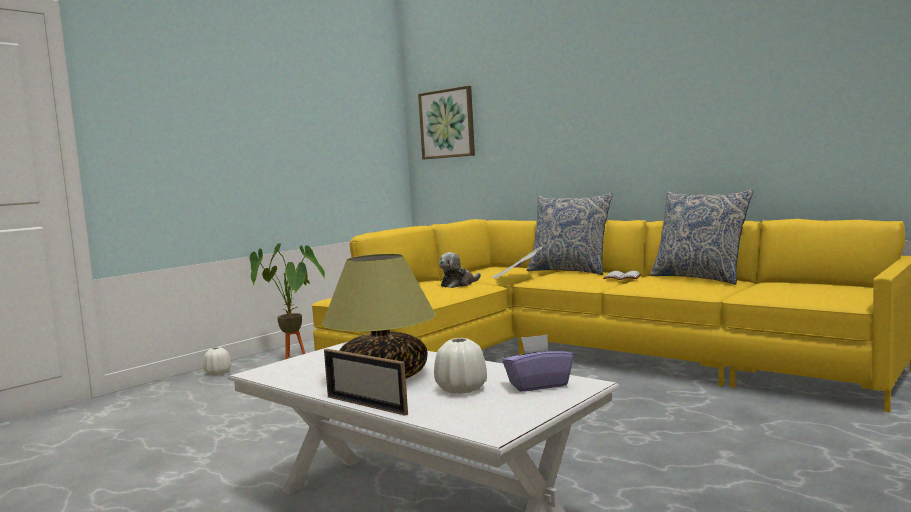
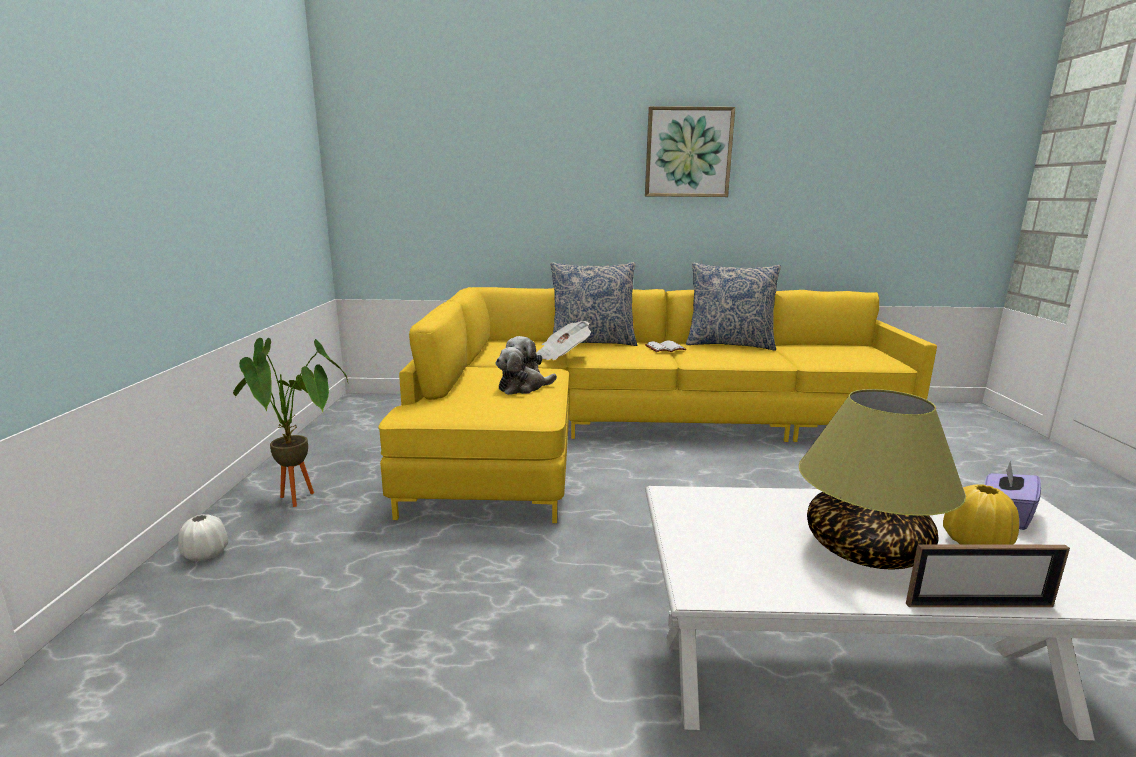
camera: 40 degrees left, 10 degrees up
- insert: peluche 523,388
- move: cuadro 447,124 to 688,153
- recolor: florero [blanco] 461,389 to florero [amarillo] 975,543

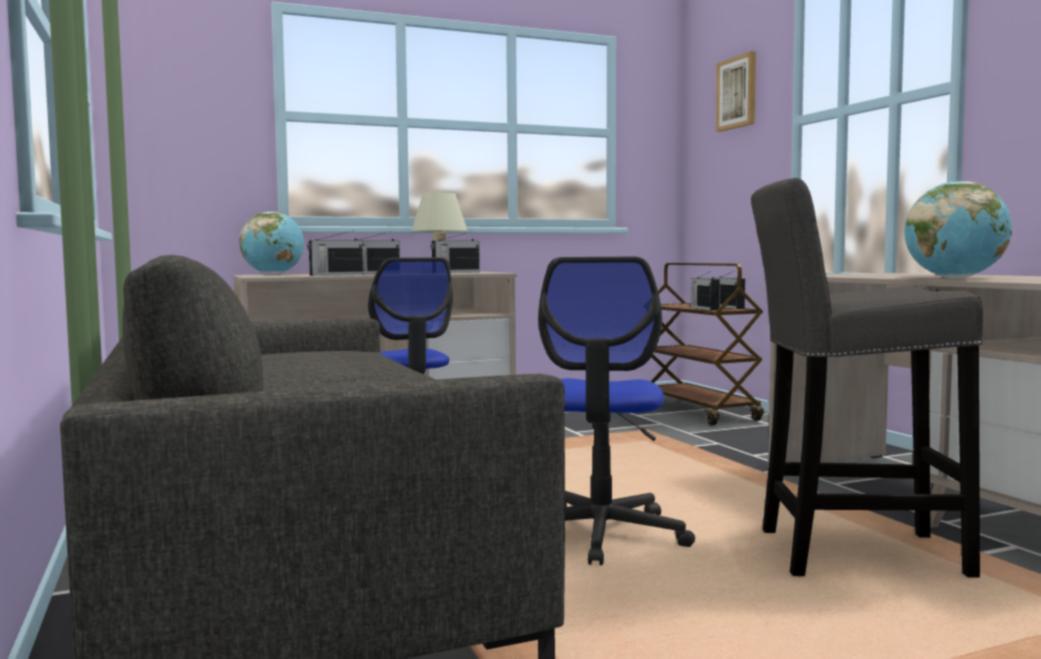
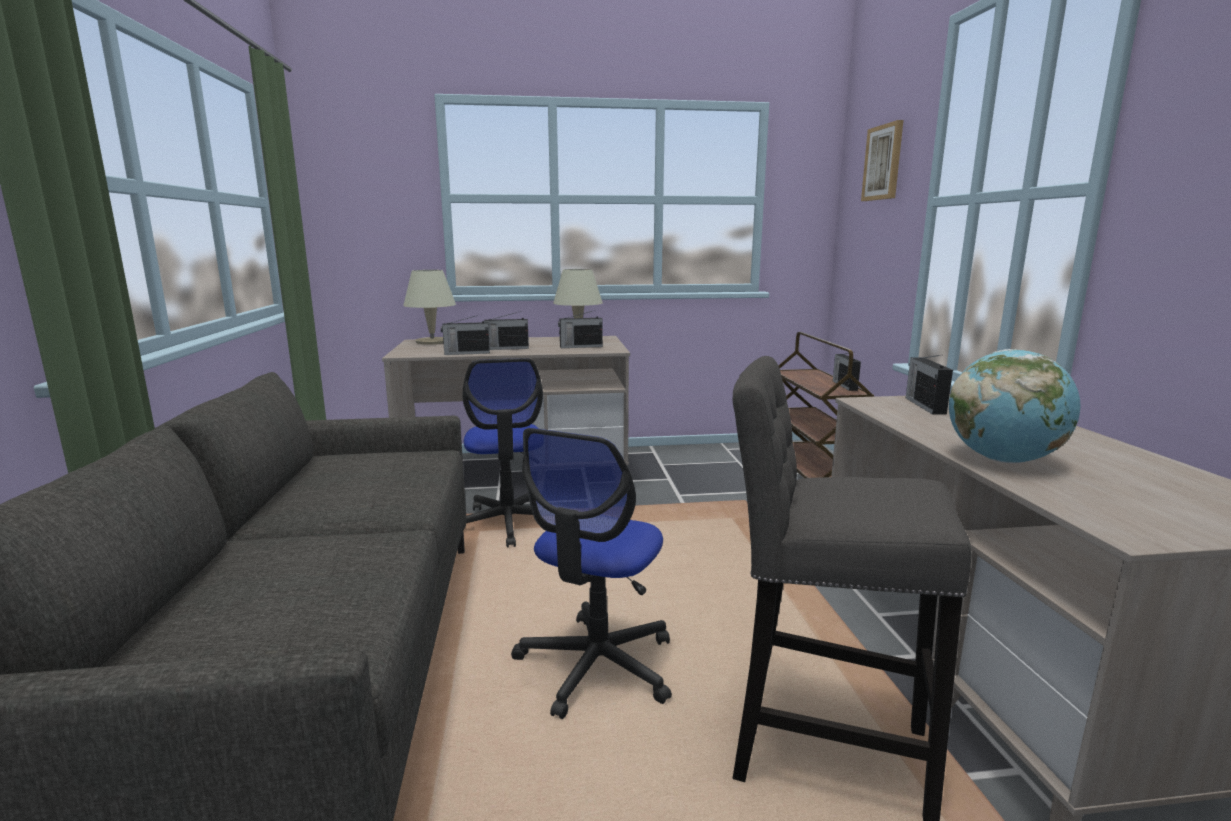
camera: 15 degrees right, 10 degrees up
- replace: globo terráqueo 273,274 to lámpara de mesa [beis] 433,342
- move: radio 704,308 to 924,405

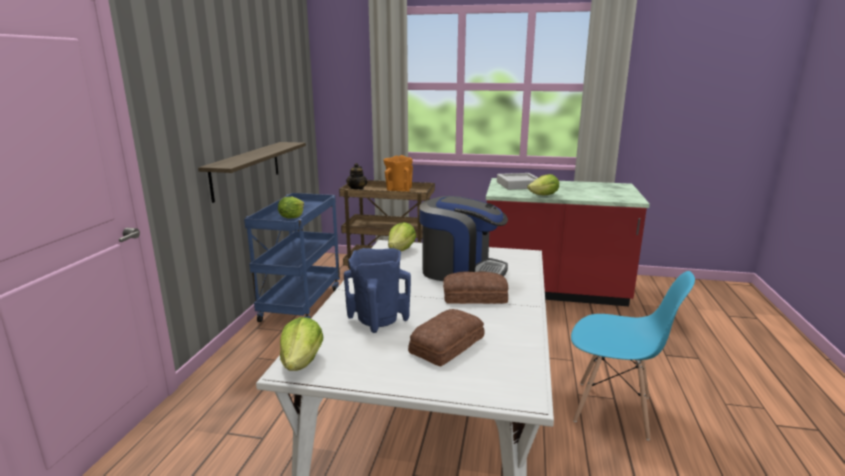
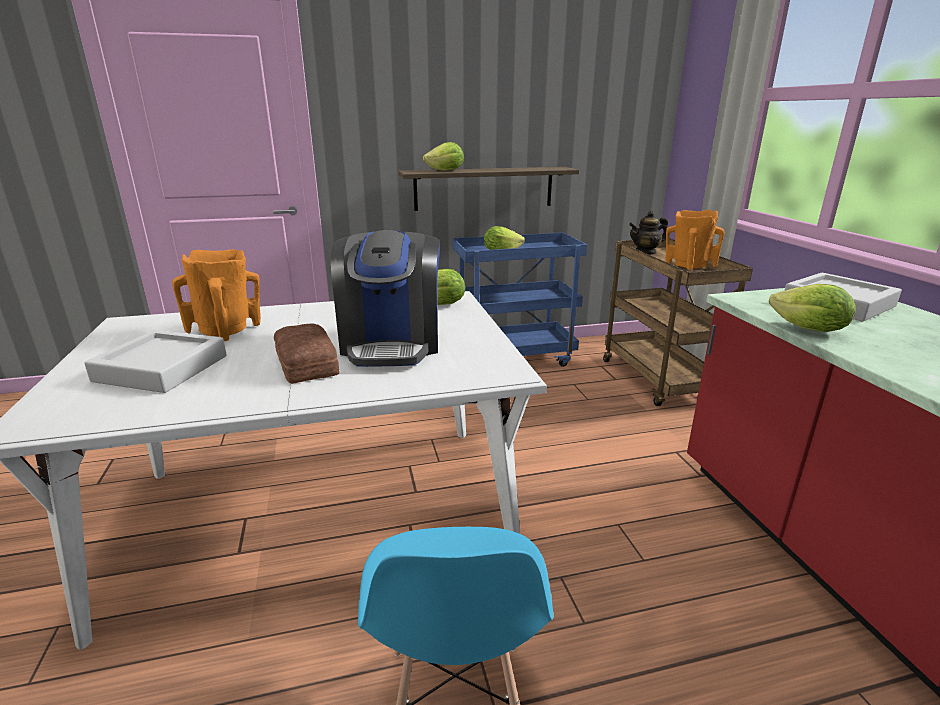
camera: 65 degrees right, 5 degrees up
- replace: pan 445,345 to bandeja [gris] 162,368
- recolor: florero [azul] 378,319 to florero [naranja] 227,330
- move: lechuga 302,362 to 446,171

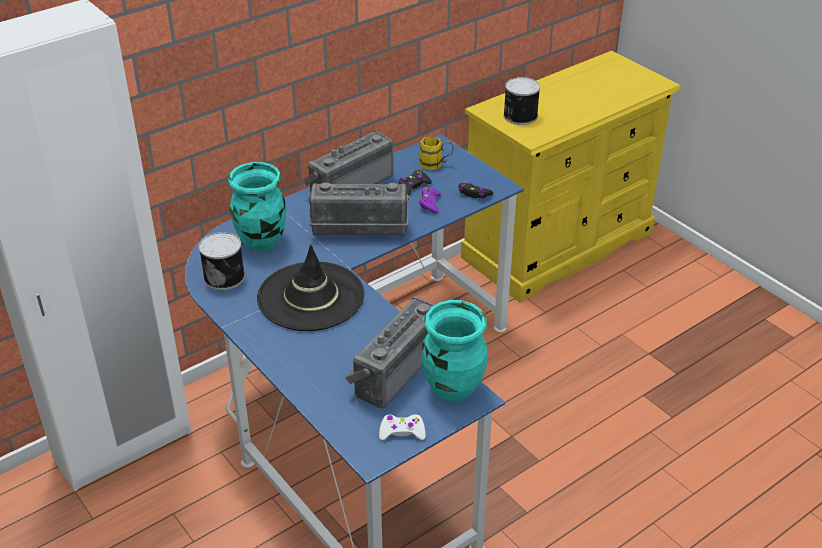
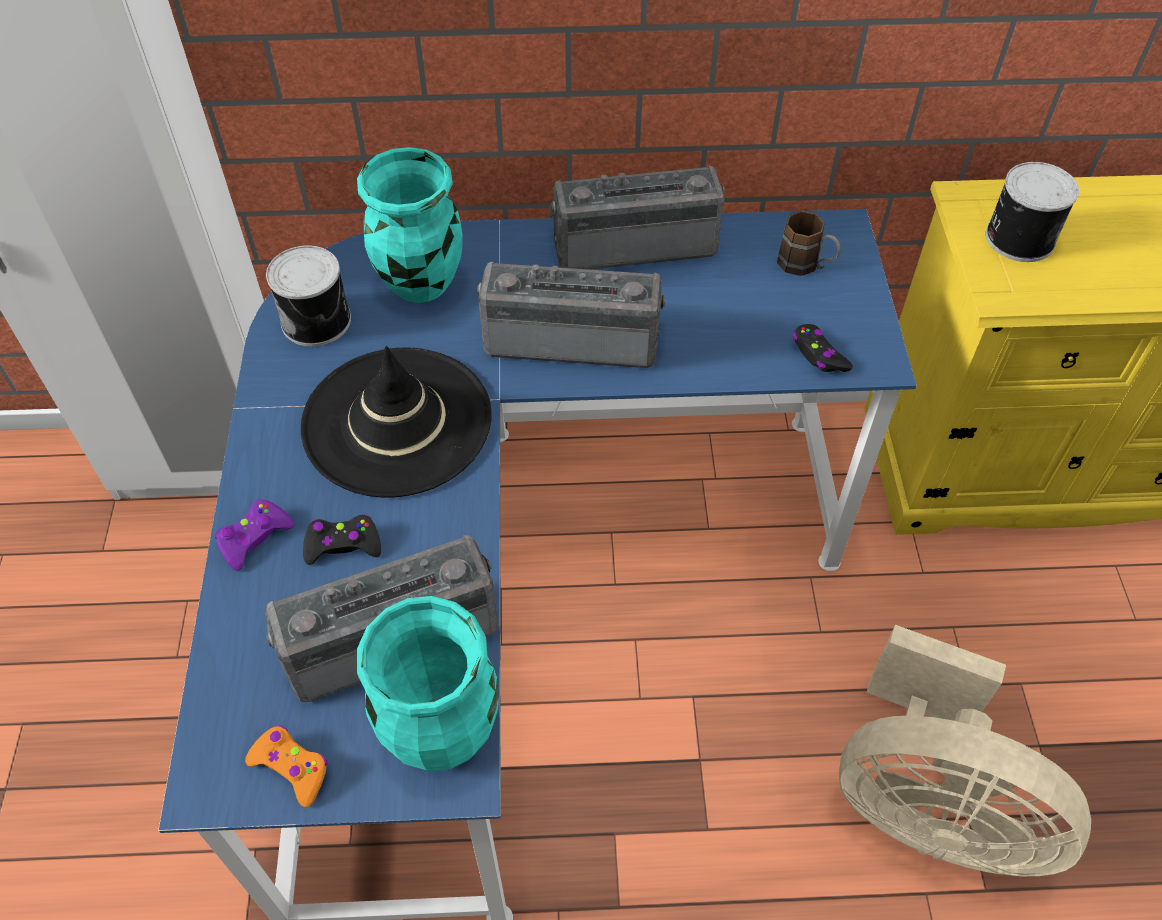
camera: 35 degrees right, 15 degrees up
- move: mando de consola [morado] 430,203 to 254,538
- recolor: mando de consola [blanco] 402,432 to mando de consola [naranja] 291,767
- move: mando de consola [negro] 413,186 to 343,545
- rotate: radio 359,232 = 572,337 150 degrees clockwise
- recolor: taza grande [amarillo] 436,164 to taza grande [marrón] 806,266
- insert: ventilador [beis] 928,807

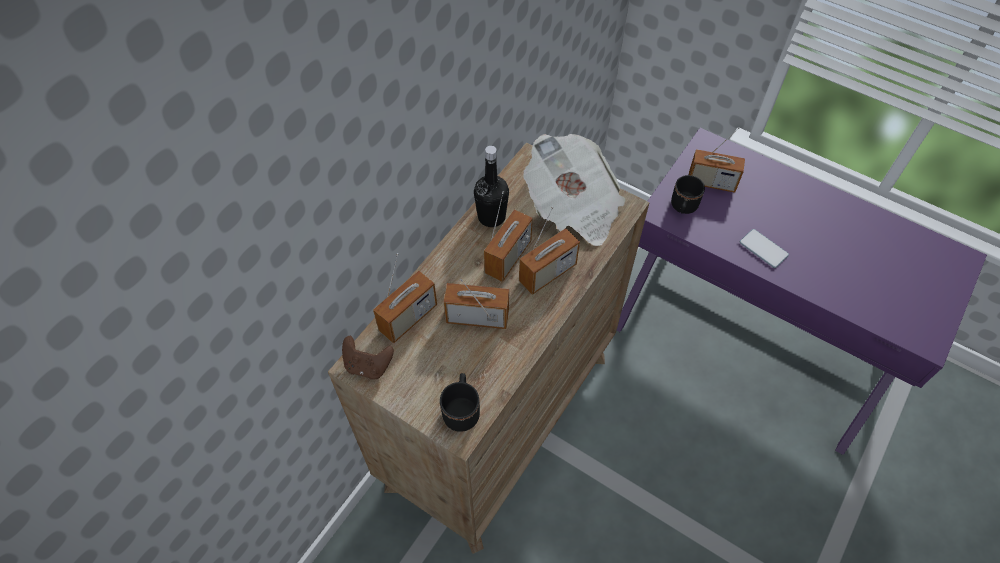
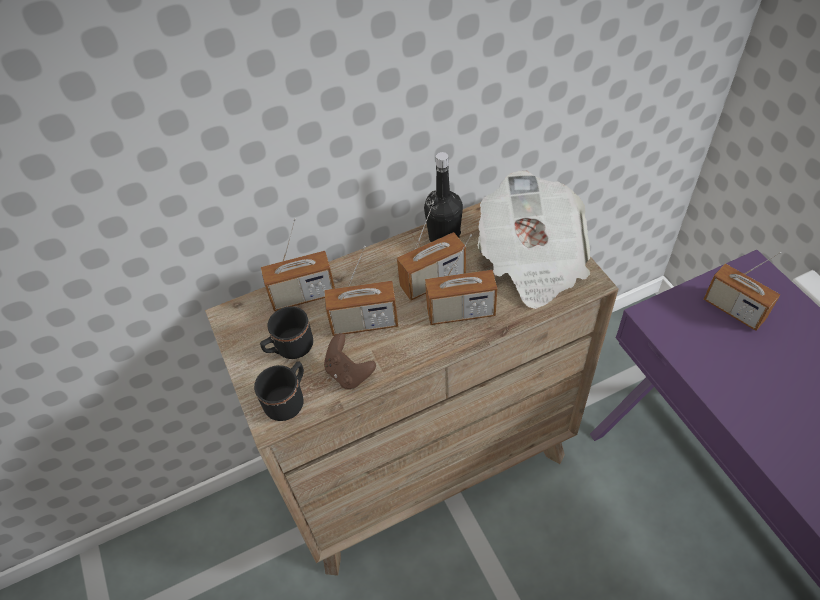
camera: 35 degrees right, 5 degrees down
- move: taza grande [negro] 683,208 to 289,348
- rotate: radio 477,317 = 364,323 135 degrees clockwise
- move: mando de consola [marrón] 368,366 to 349,373
- delete: móvil 763,249

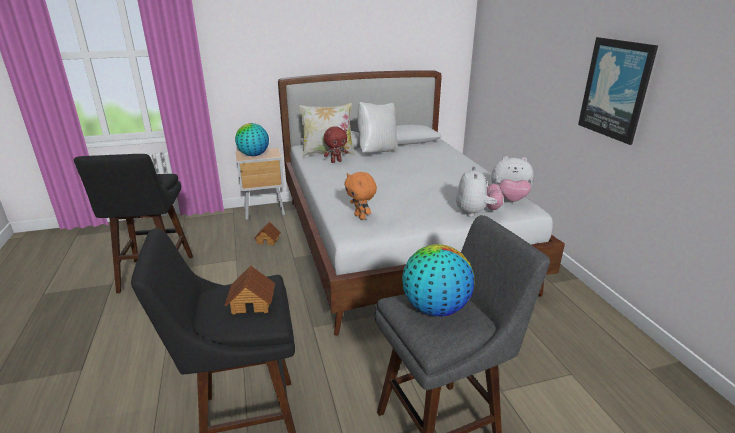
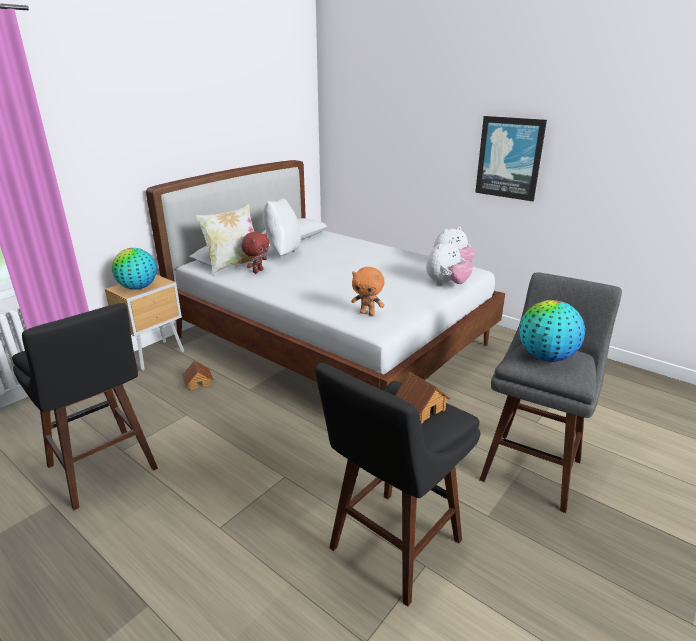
camera: 35 degrees left, 0 degrees up
- rotate: peluche 476,213 = 446,284 75 degrees clockwise

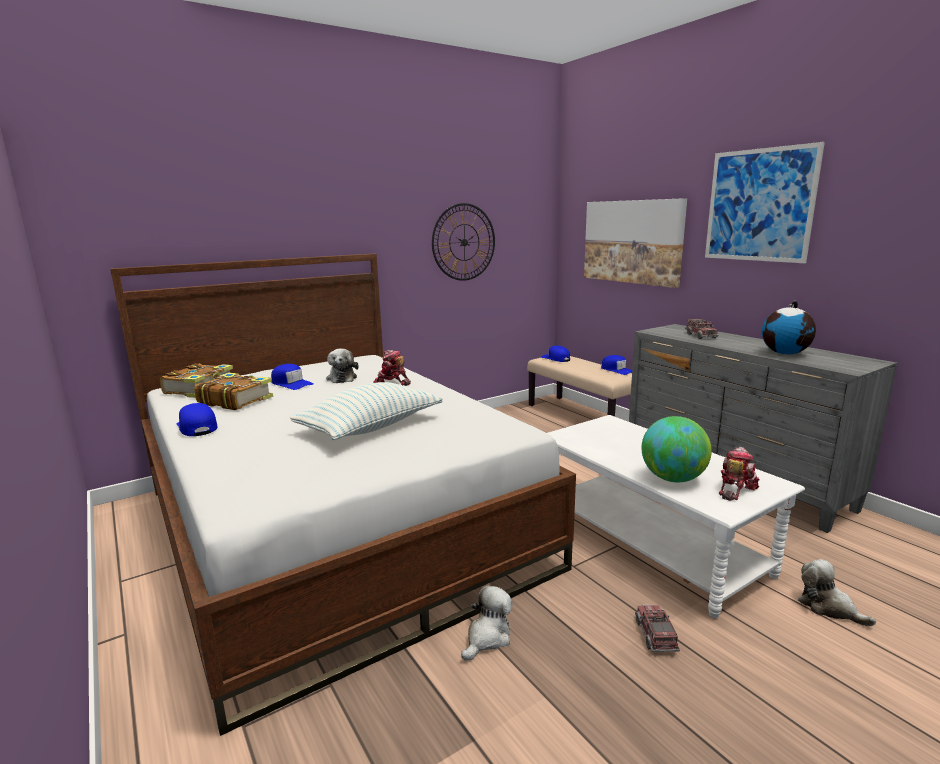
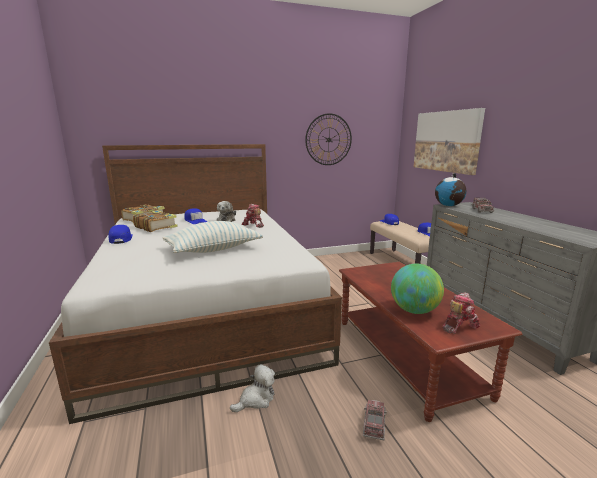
camera: 15 degrees right, 0 degrees up
- recolor: mesa de centro [blanco] 649,541 to mesa de centro [marrón] 406,355
- move: globo terráqueo 785,353 to 449,206
- delete: cuadro 759,205
- delete: peluche 828,607

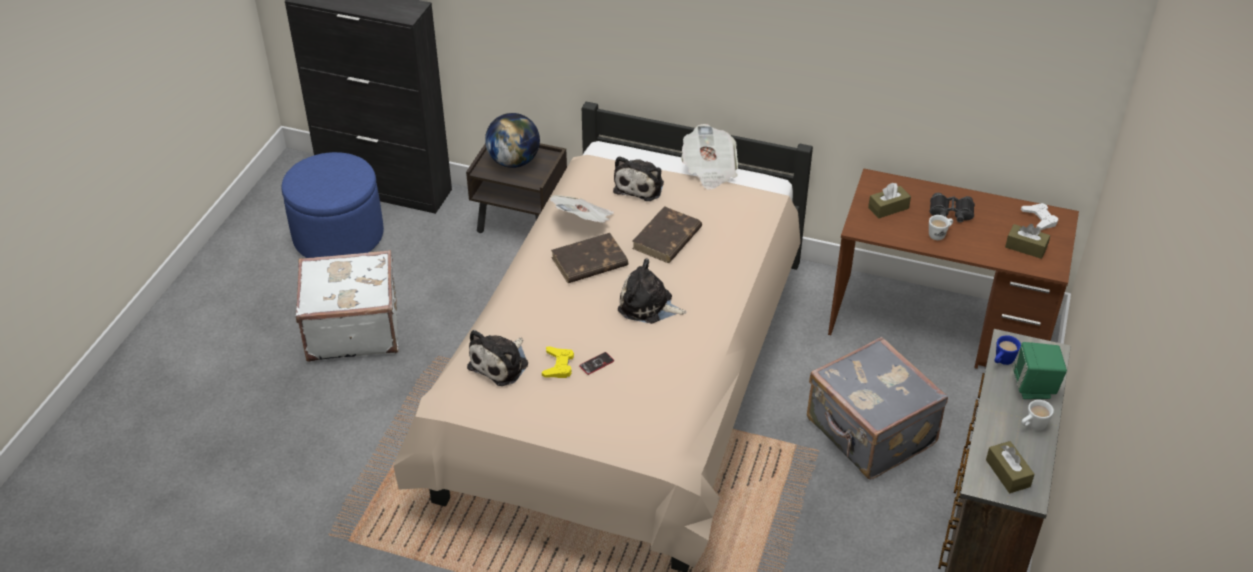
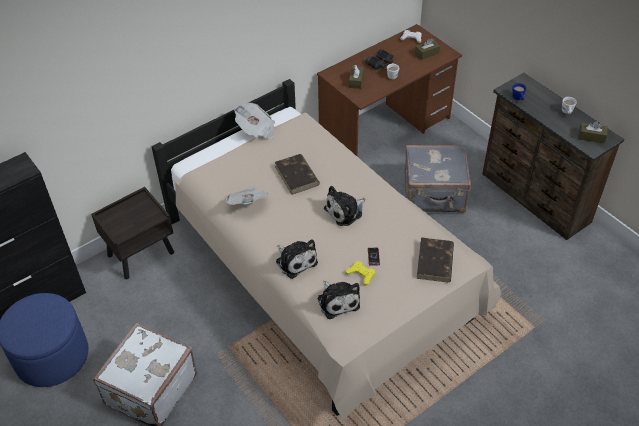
camera: 55 degrees left, 5 degrees up
- move: peluche 640,186 to 295,261
- move: libro [marrón] 589,262 to 435,262
- delete: globo terráqueo 514,161
- delete: altavoz [verde] 1034,387

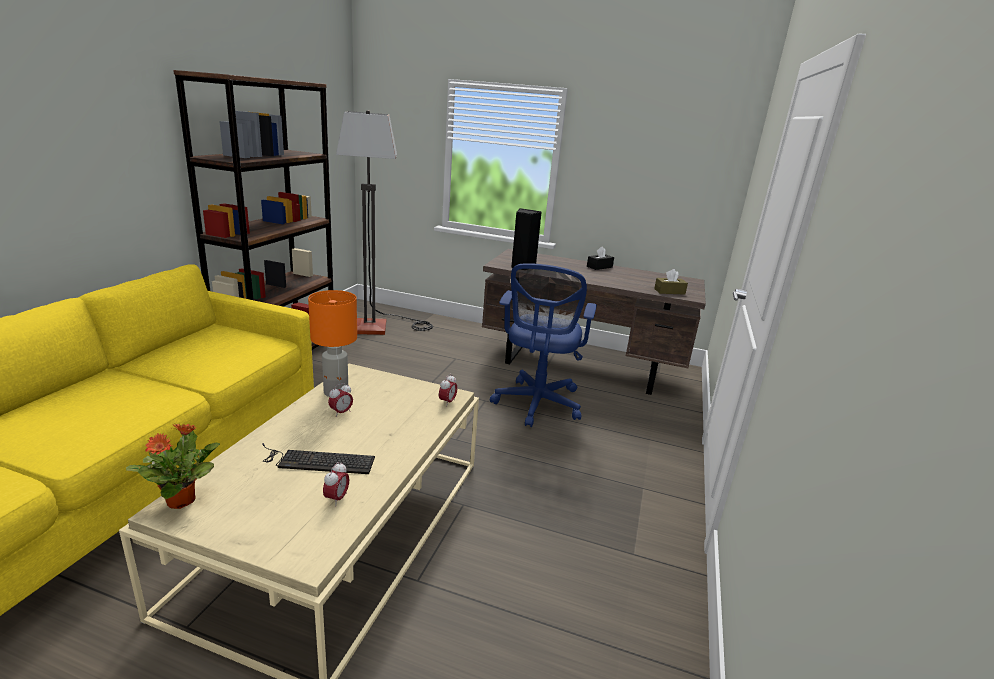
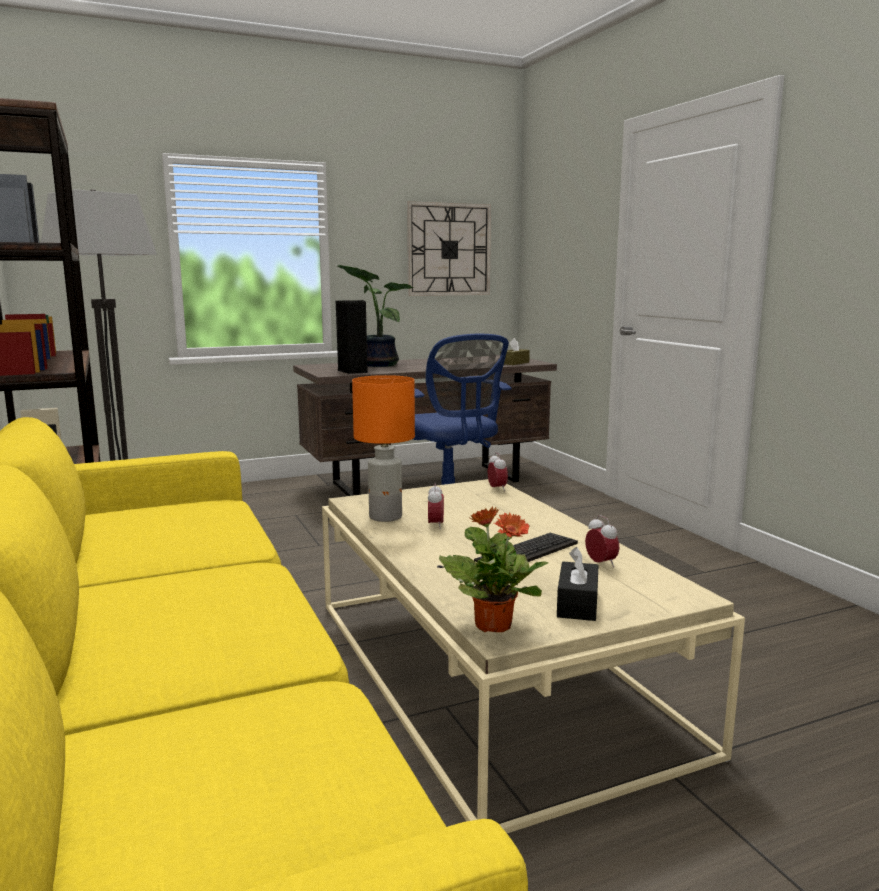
camera: 40 degrees left, 10 degrees down
- insert: planta en maceta 376,364
- insert: reloj de pared 449,249
- move: caja de pañuelos [negro] 599,267 to 577,604

